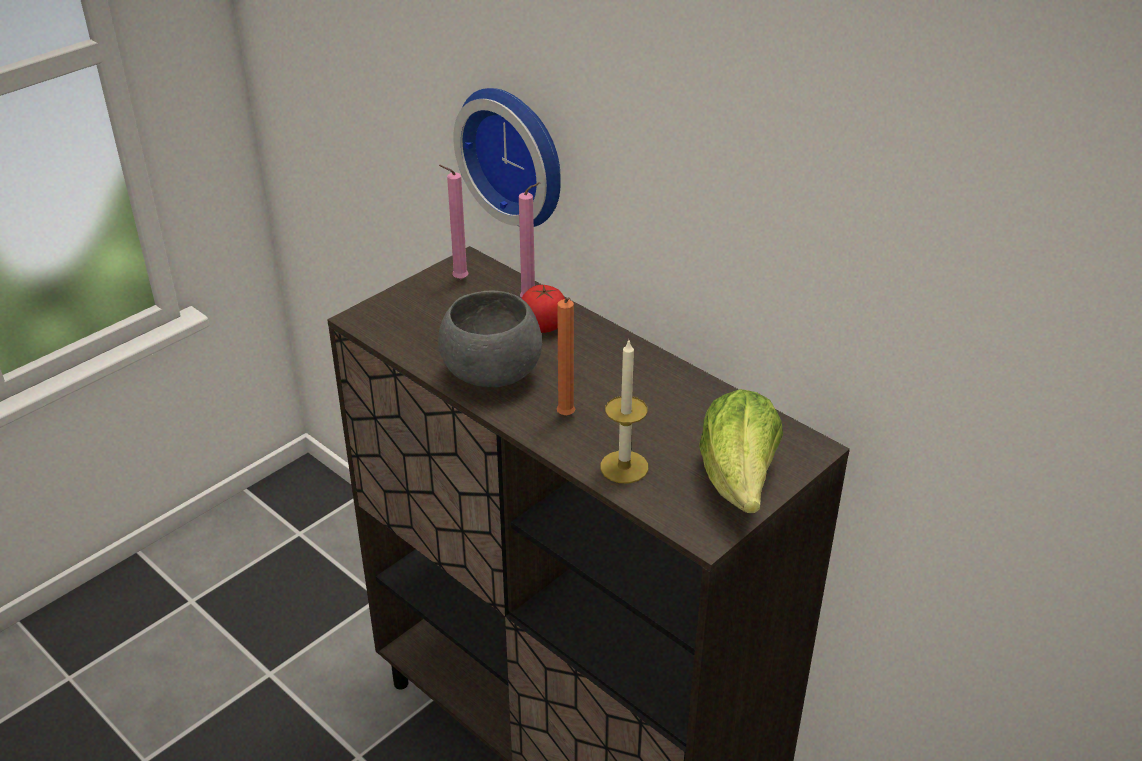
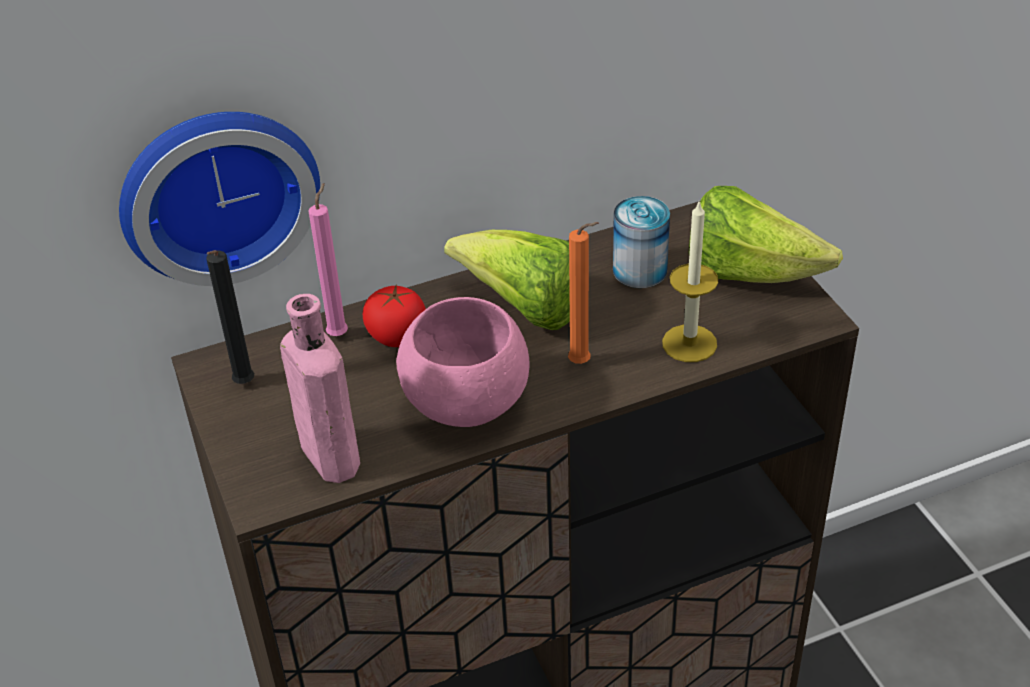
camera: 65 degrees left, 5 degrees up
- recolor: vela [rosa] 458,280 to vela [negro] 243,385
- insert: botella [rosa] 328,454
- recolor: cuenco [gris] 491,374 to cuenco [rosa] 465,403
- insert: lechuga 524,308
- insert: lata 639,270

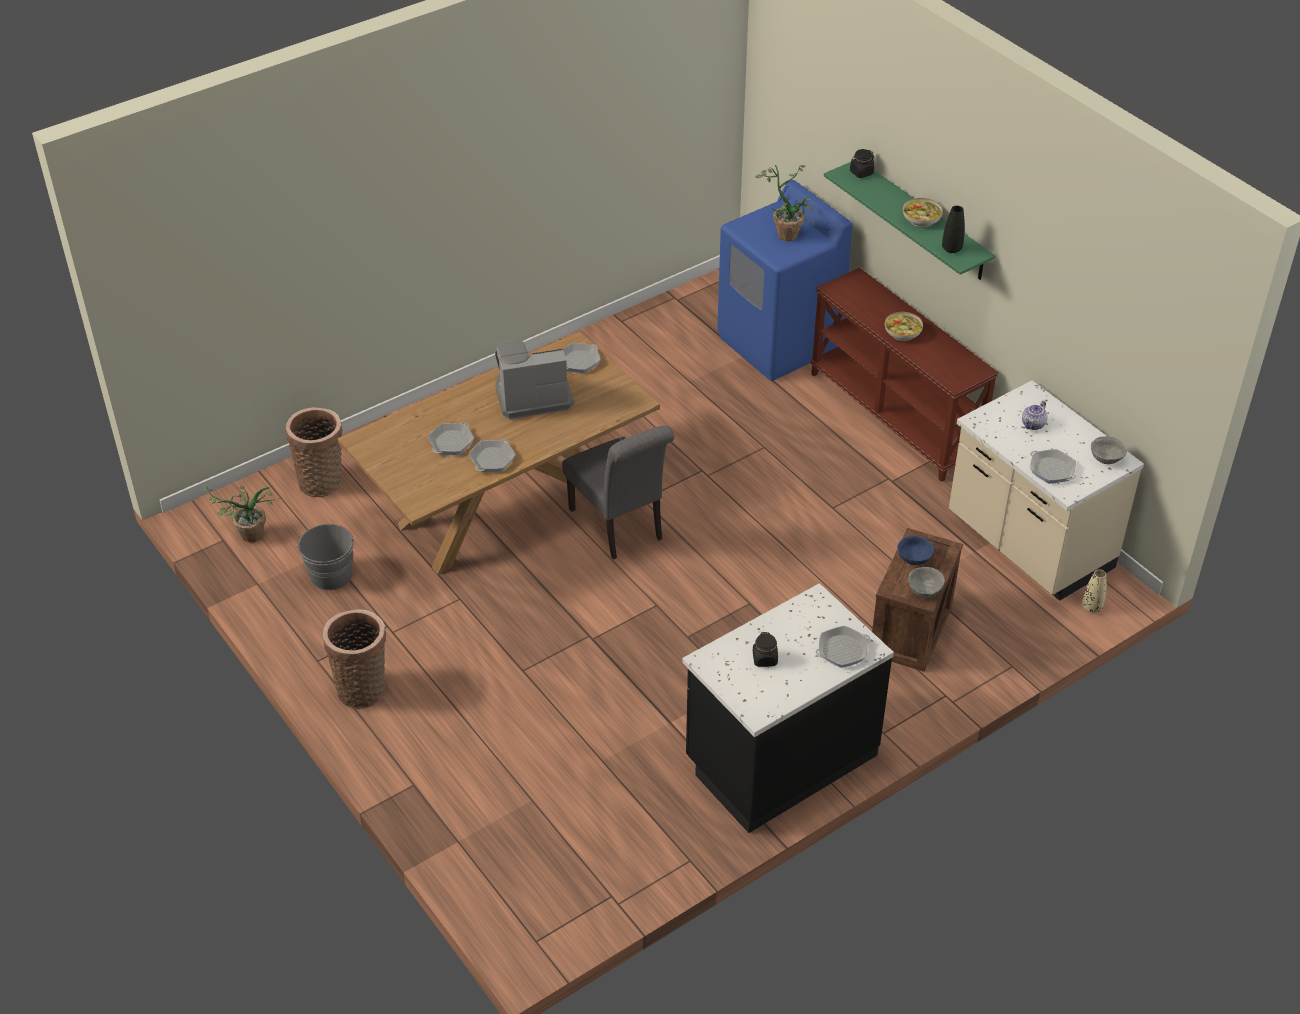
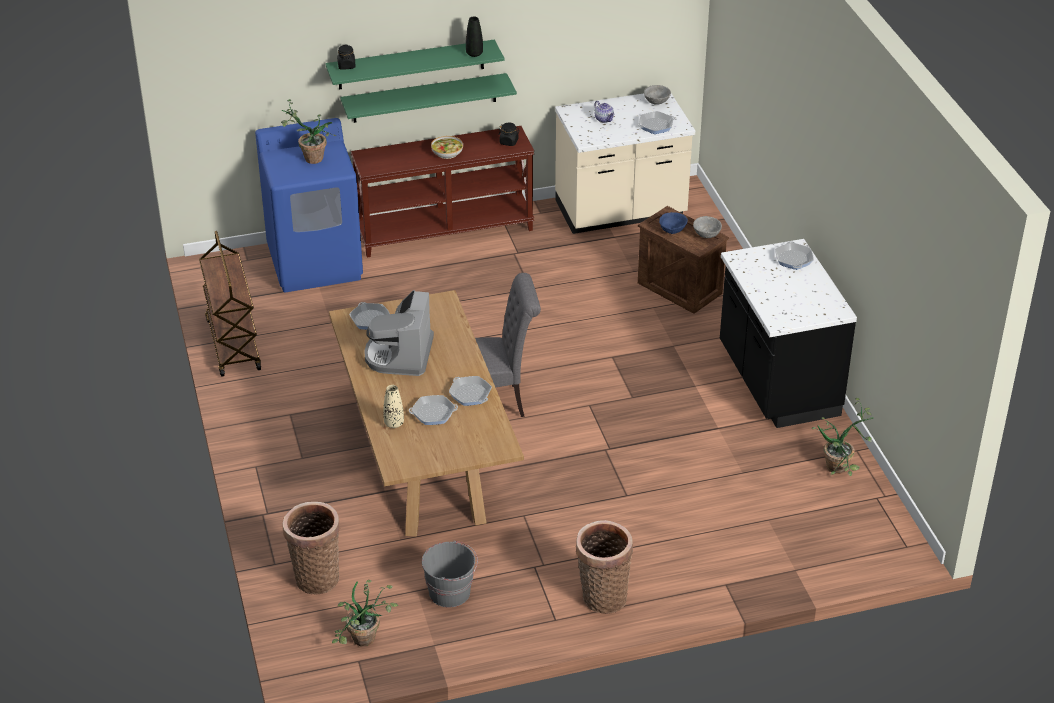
camera: 70 degrees left, 5 degrees down
- insert: carrito [marrón] 232,344
- insert: estante [verde] 424,98
- move: florero [beis] 1091,607 to 394,423
- rotate: sartén 451,442 = 433,413 120 degrees clockwise
- move: tarro [negro] 765,659 to 509,142
- insert: planta en maceta 842,469
- delete: cuenco 921,219

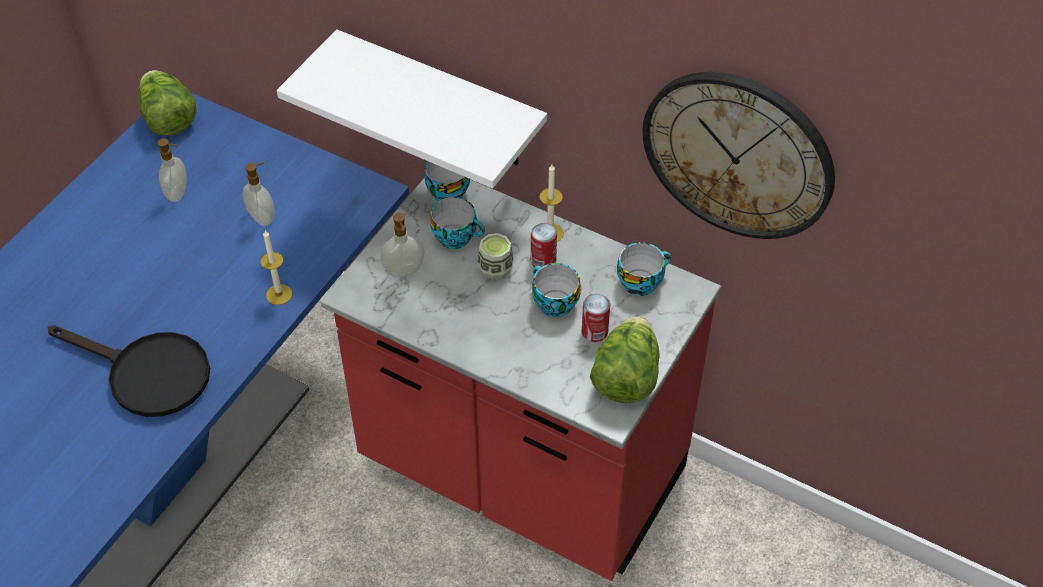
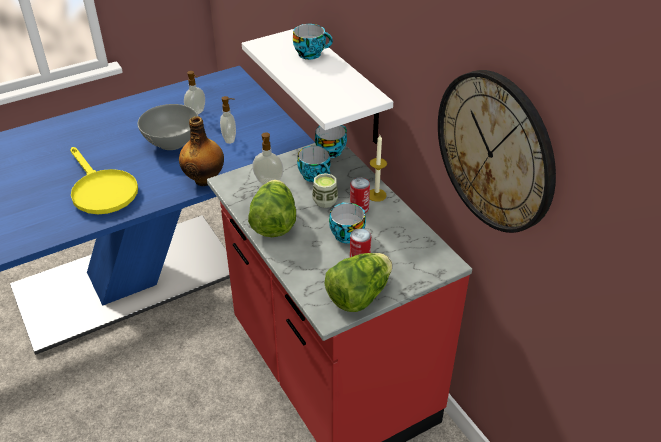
camera: 30 degrees right, 10 degrees down
- recolor: sartén [negro] 147,374 to sartén [amarillo] 101,190
- insert: cuenco [gris] 172,142
- replace: vela 279,294 to botella 205,179
- move: lechuga 168,119 to 273,223
- move: taza 641,281 to 311,54

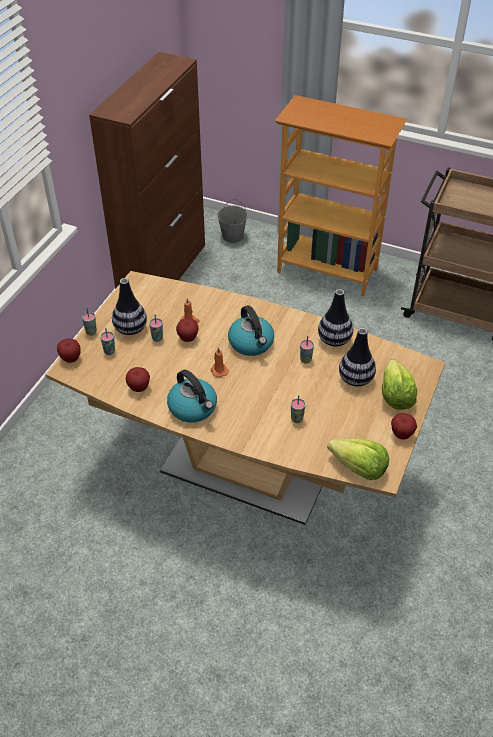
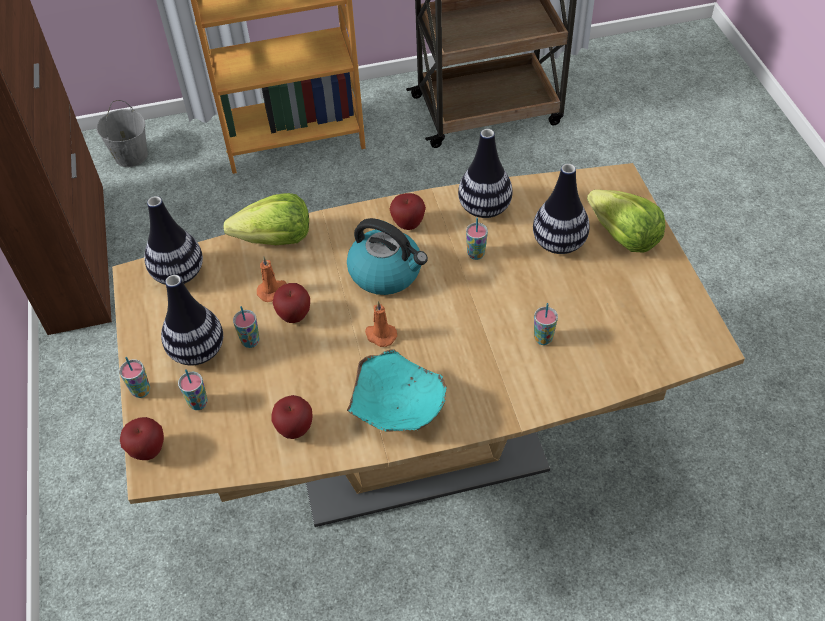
camera: 35 degrees left, 5 degrees up
- insert: florero 179,274
- move: lechuga 358,468 to 275,239
- replace: hervidor 193,408 to cuenco [turquesa] 398,409
- move: manzana 401,435 to 408,224

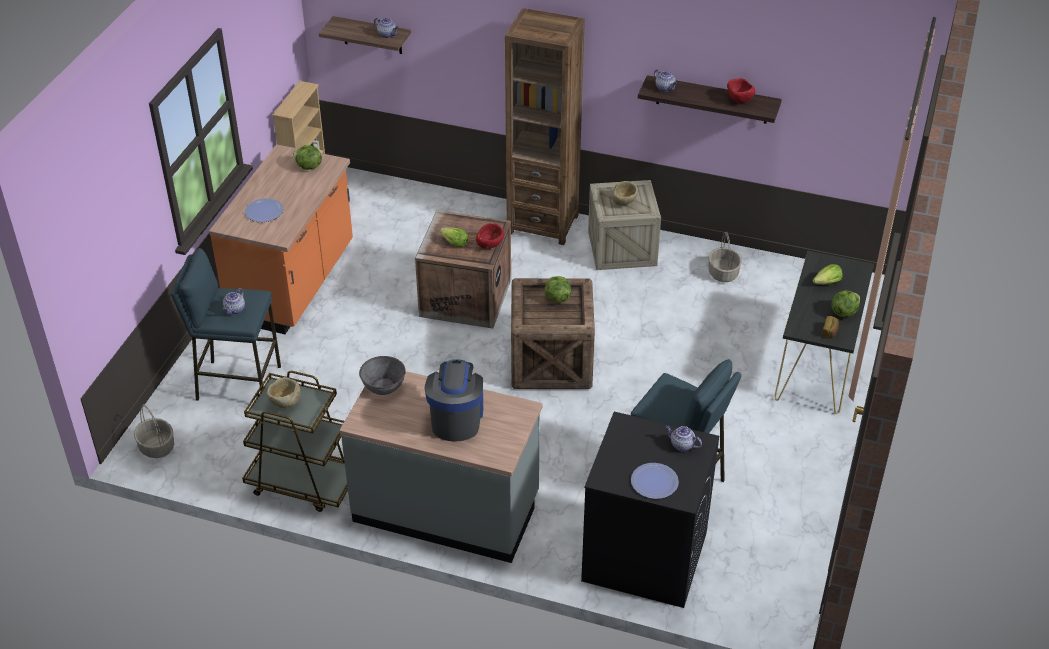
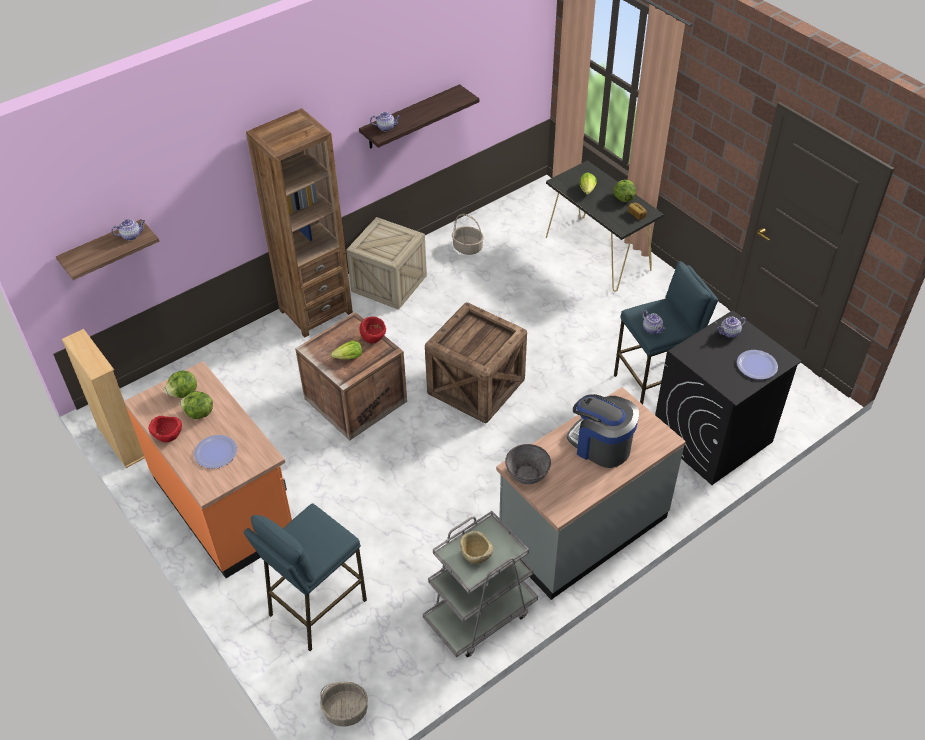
camera: 55 degrees left, 5 degrees up
- move: cuenco [rojo] 739,100 to 168,437
- move: lechuga 557,298 to 199,413
- recolor: carrito [marrón] 302,482 to carrito [gris] 480,614
- move: tetera 235,310 to 652,329
- delete: cuenco [beis] 624,203

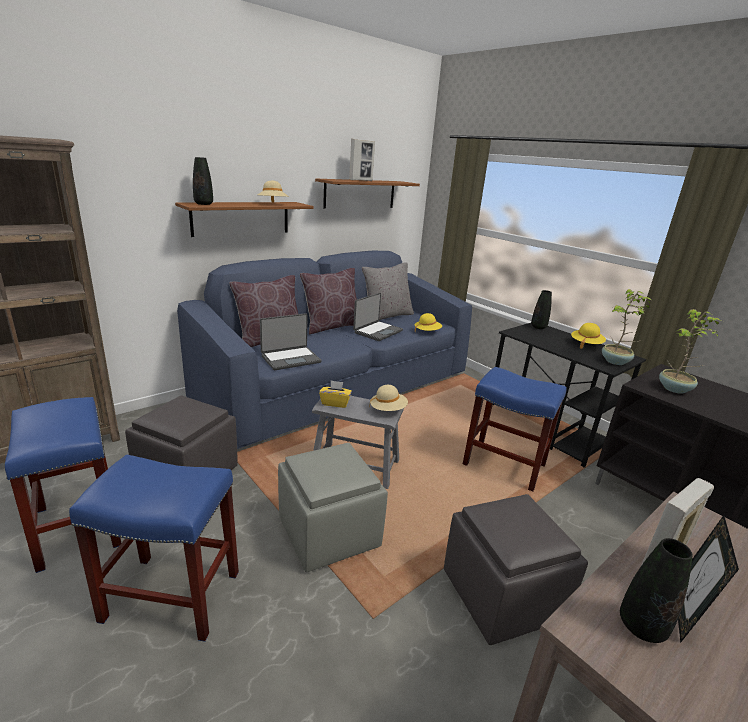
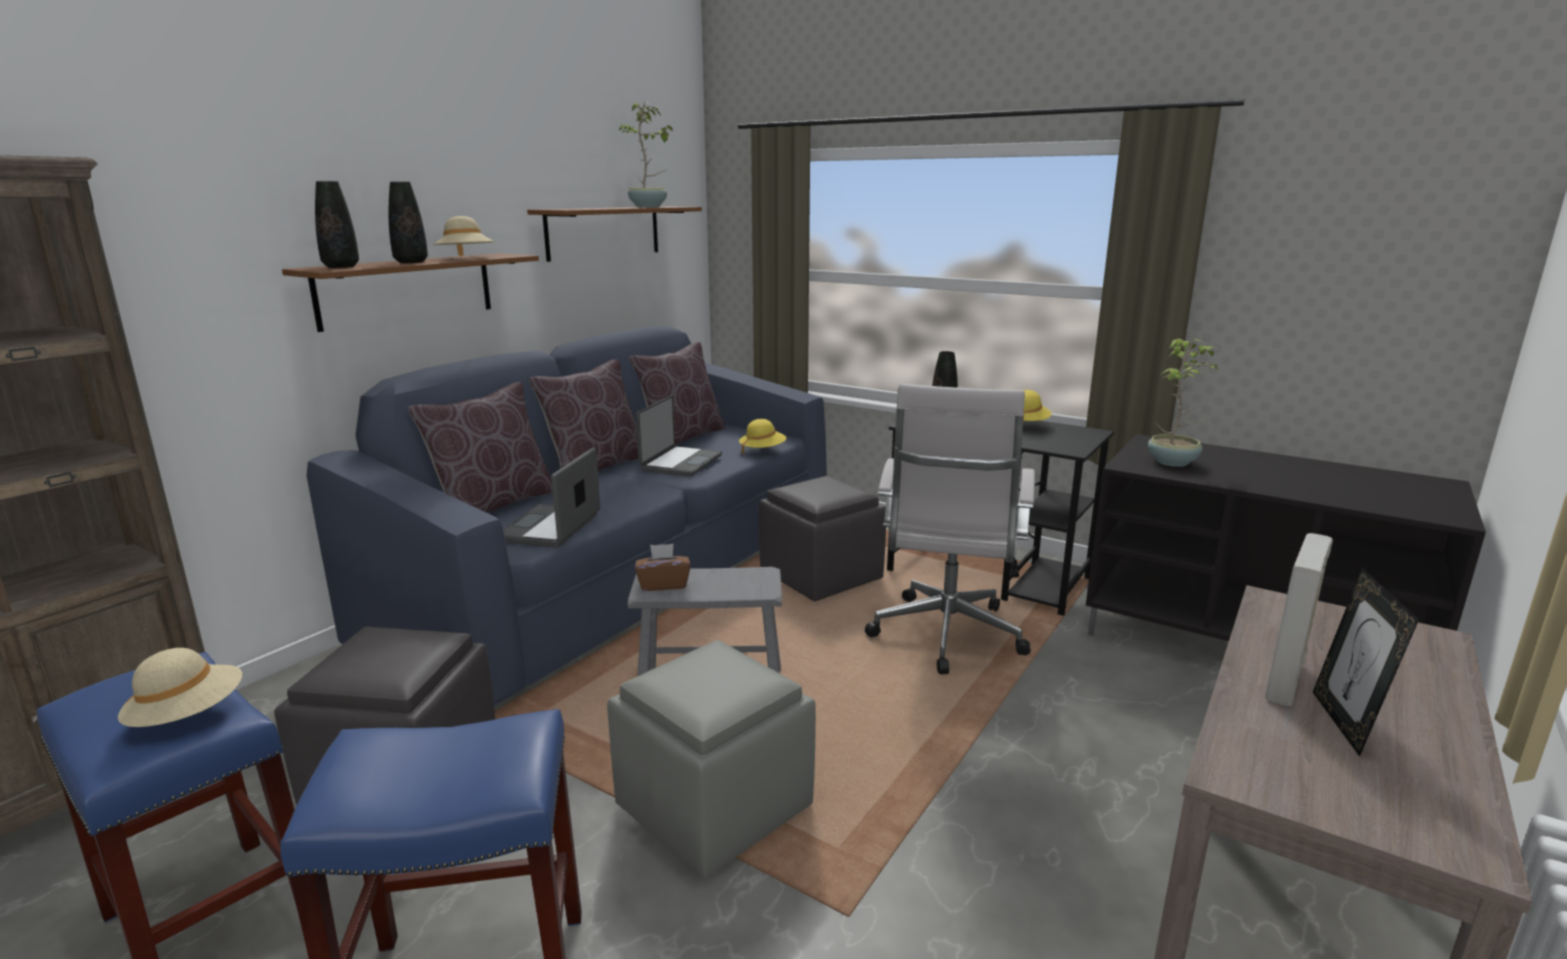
camera: 15 degrees left, 5 degrees down
- move: sombrero [beis] 388,410 to 188,717
- move: florero [negro] 641,627 to 411,262
- rotate: portátil 290,359 = 551,528 150 degrees clockwise
- move: planta en maceta 615,362 to 649,207
- recolor: cojín [gris] 386,316 to cojín [marrón] 681,437
- recolor: caja de pañuelos [amarillo] 335,403 to caja de pañuelos [marrón] 663,584
- move: puf [gris] 503,596 to 822,576
- replace: taburete [azul] 503,465 to silla de oficina [blanco] 946,638
- delete: portarretratos 360,180

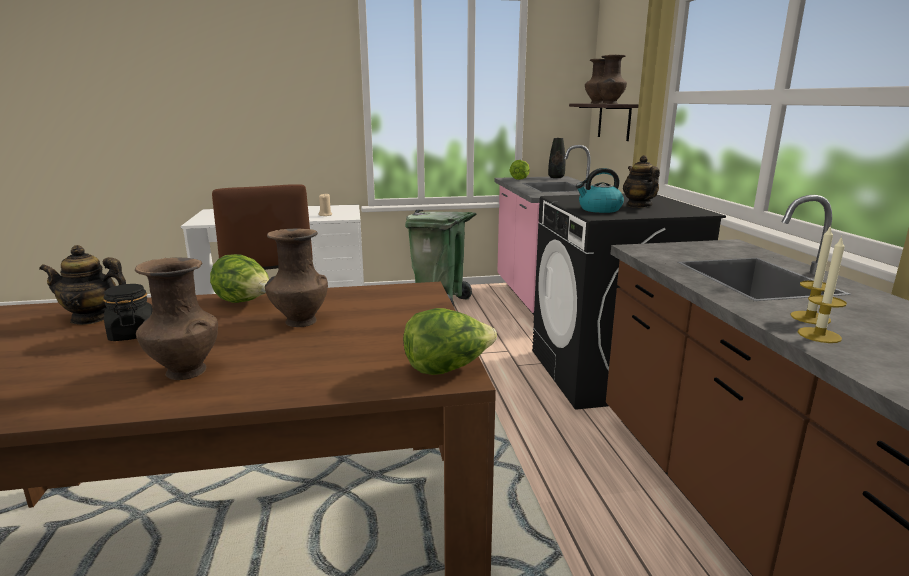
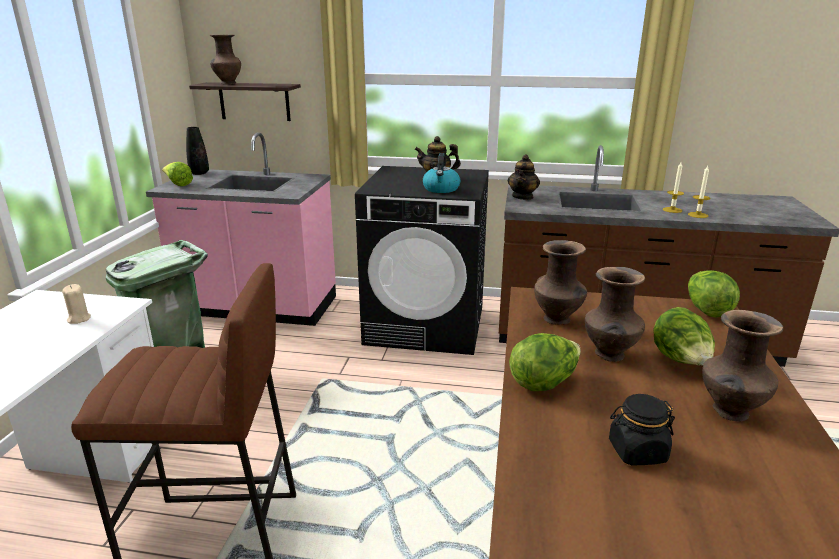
camera: 70 degrees left, 5 degrees up
- move: tetera 92,317 to 523,197
- move: florero [marrón] 610,103 to 558,320
- insert: lechuga 681,361

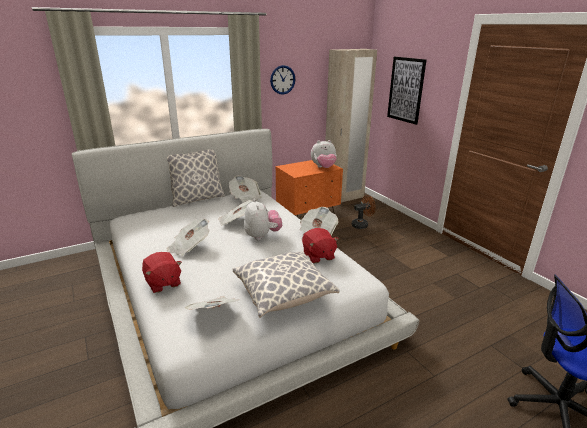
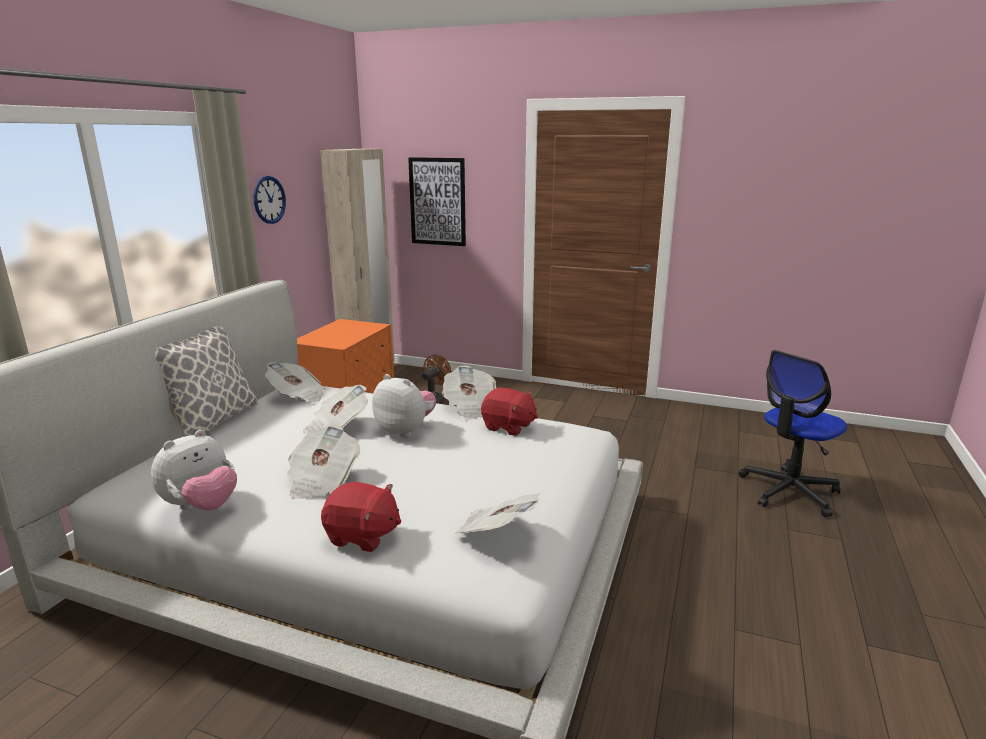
camera: 40 degrees left, 5 degrees down
- move: peluche 323,168 to 201,506
- delete: cojín 283,295

